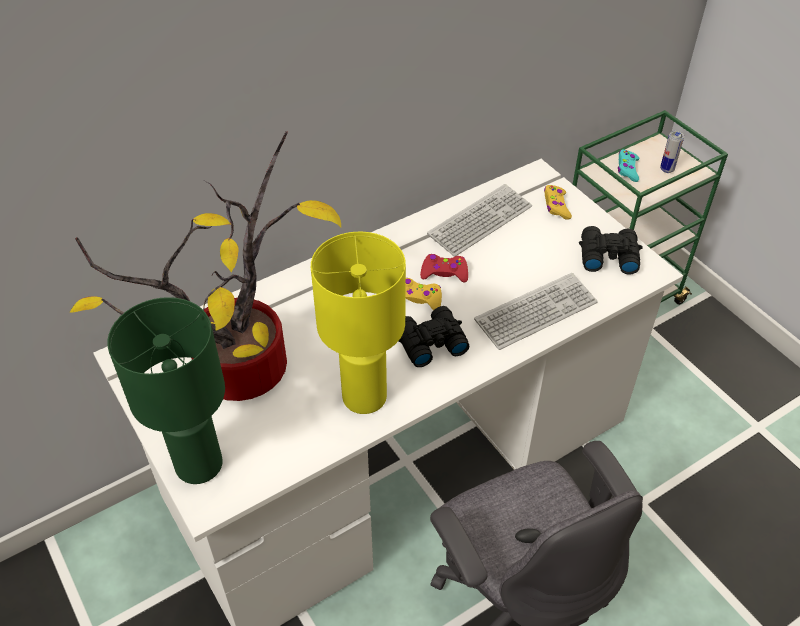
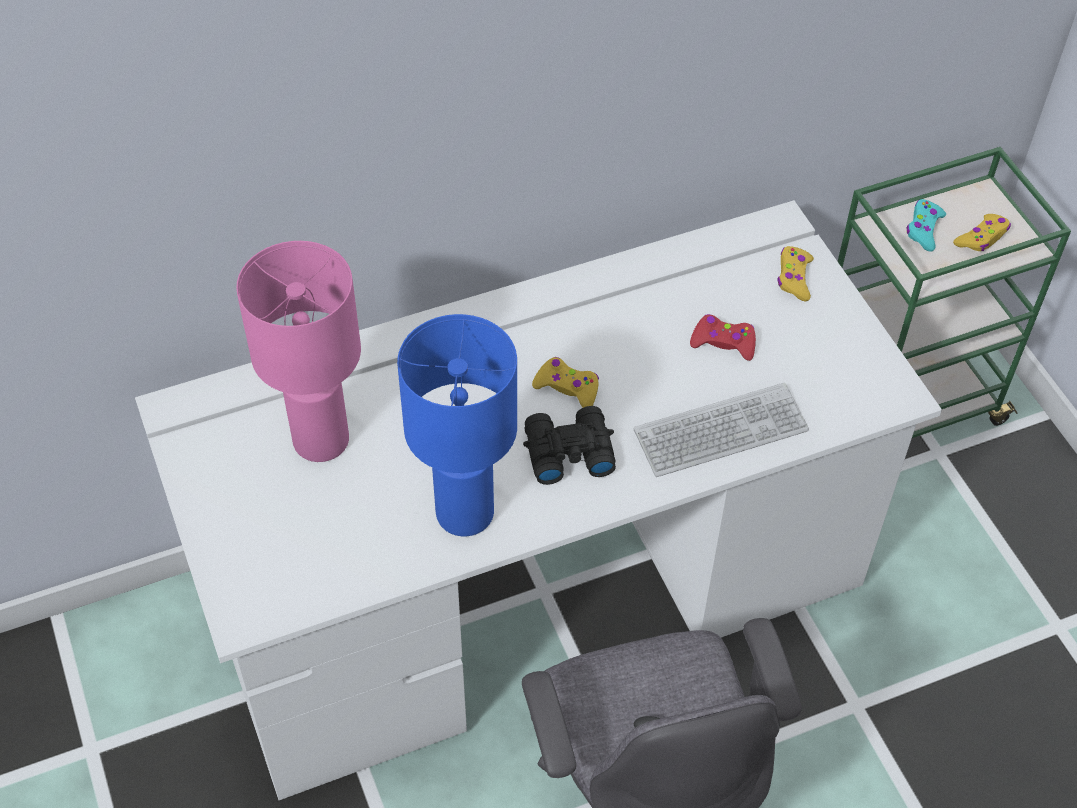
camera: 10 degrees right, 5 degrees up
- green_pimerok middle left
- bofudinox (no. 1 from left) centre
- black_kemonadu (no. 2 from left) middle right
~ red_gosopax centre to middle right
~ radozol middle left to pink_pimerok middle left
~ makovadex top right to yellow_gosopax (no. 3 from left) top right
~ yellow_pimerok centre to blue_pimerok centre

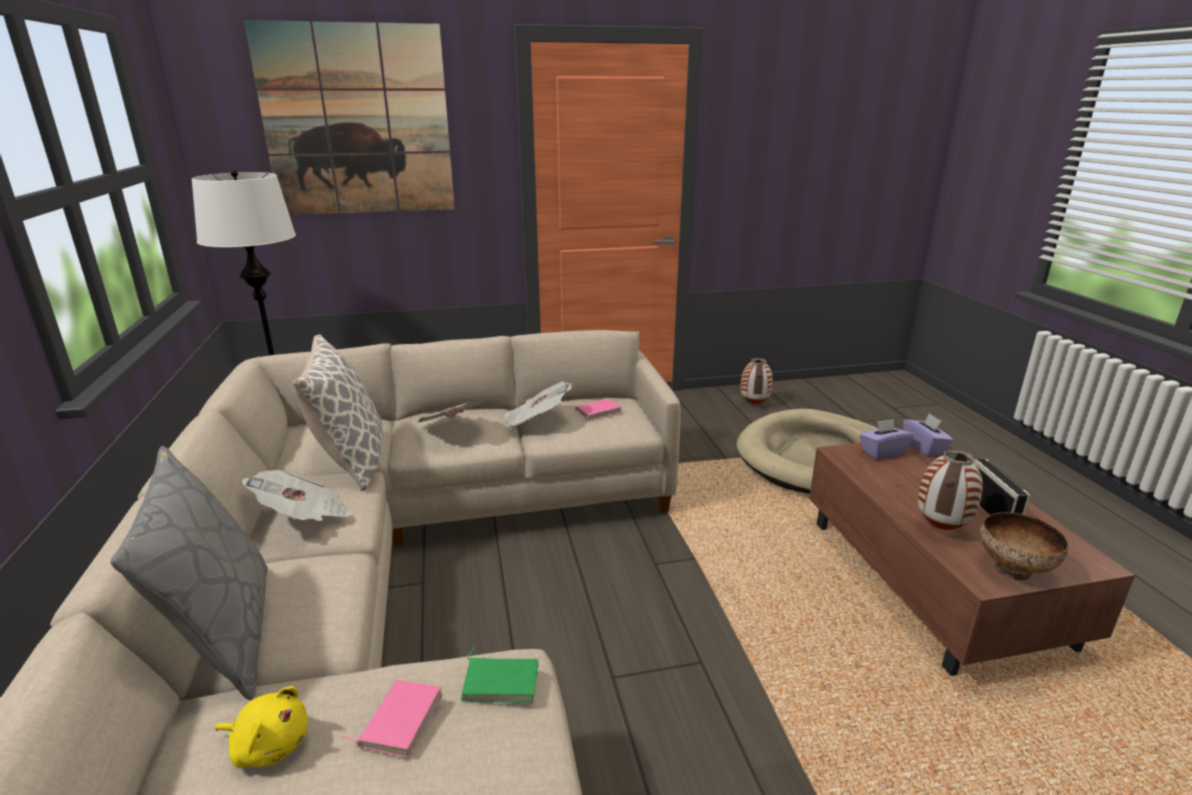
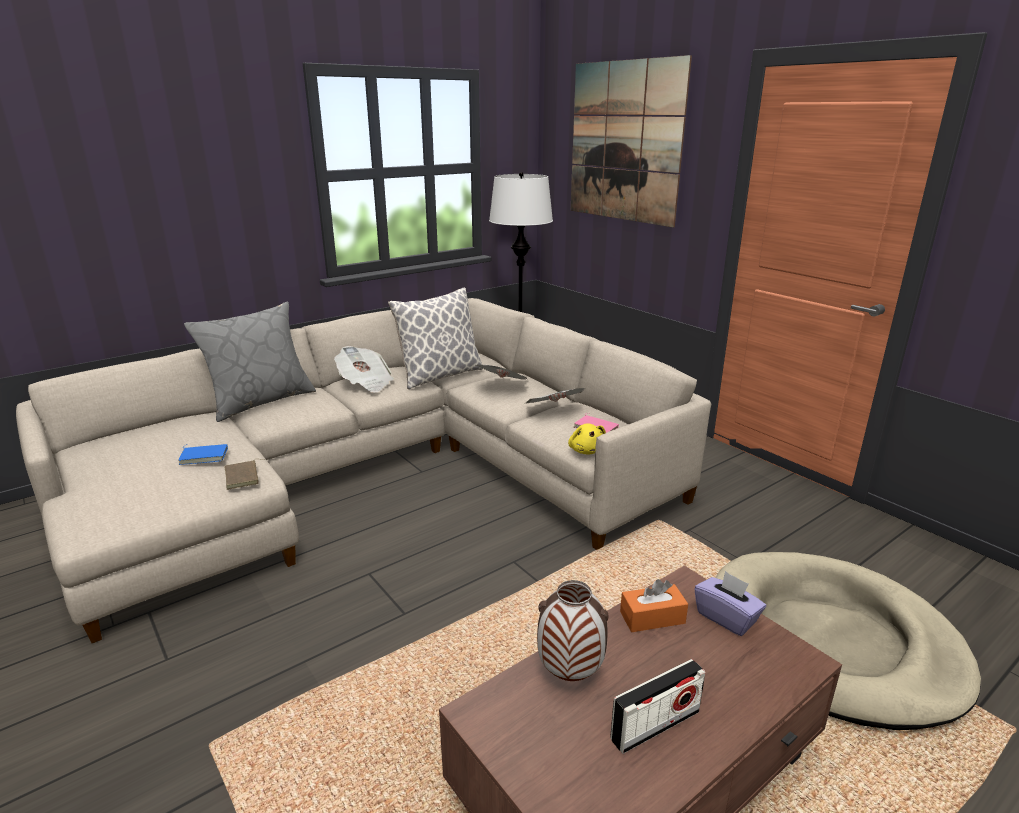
camera: 65 degrees right, 0 degrees up
- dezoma (no. 1 from left) centre
- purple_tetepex (no. 2 from left) middle right
- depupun bottom right
+ orange_tetepex bottom centre
~ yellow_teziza bottom left to centre
~ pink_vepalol (no. 1 from left) bottom left to blue_vepalol middle left
~ green_vepalol bottom centre to brown_vepalol middle left

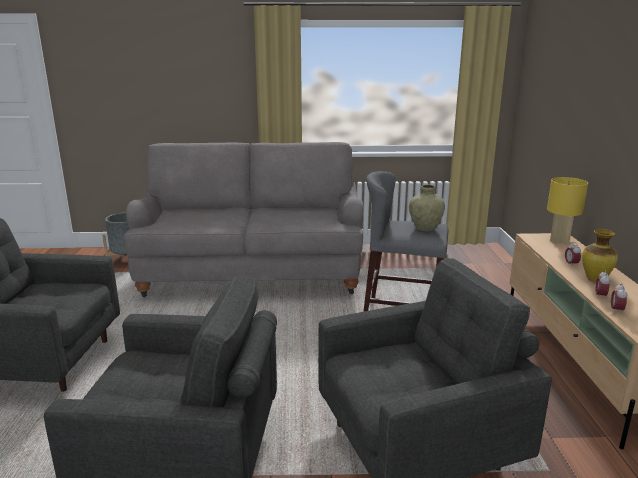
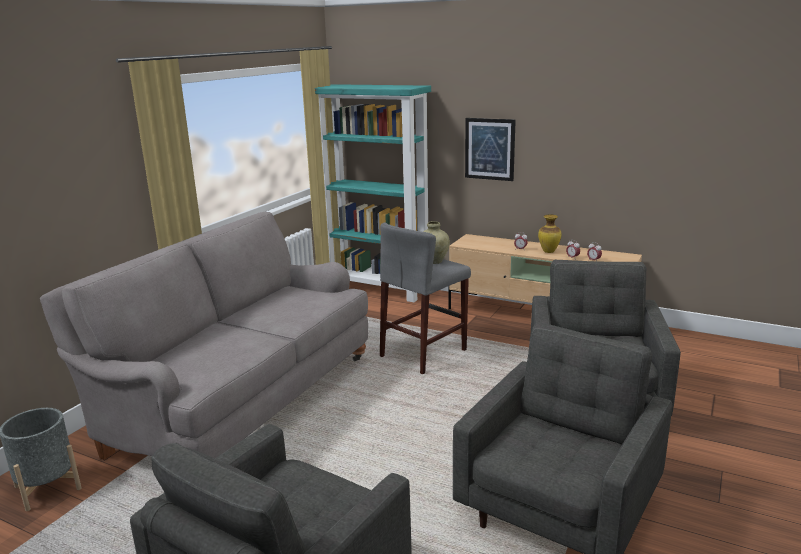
camera: 60 degrees left, 0 degrees up
- yellow_pimerok middle right
+ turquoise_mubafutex centre
+ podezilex top centre

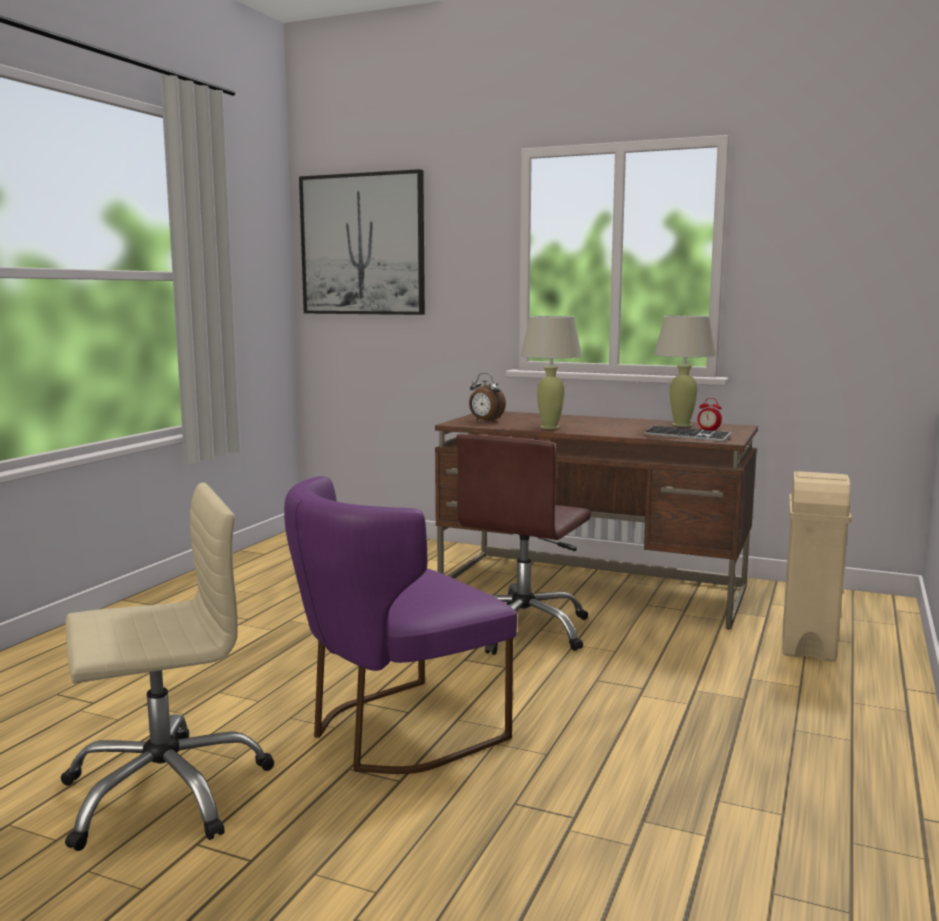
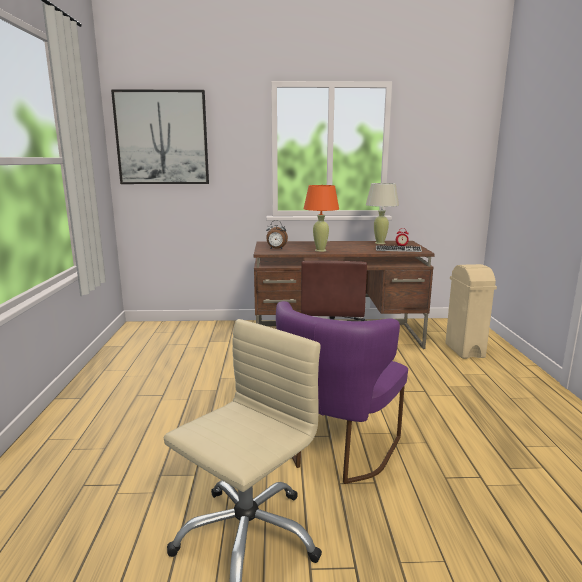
camera: 25 degrees left, 5 degrees up
~ beige_pimerok (no. 1 from left) centre to orange_pimerok centre

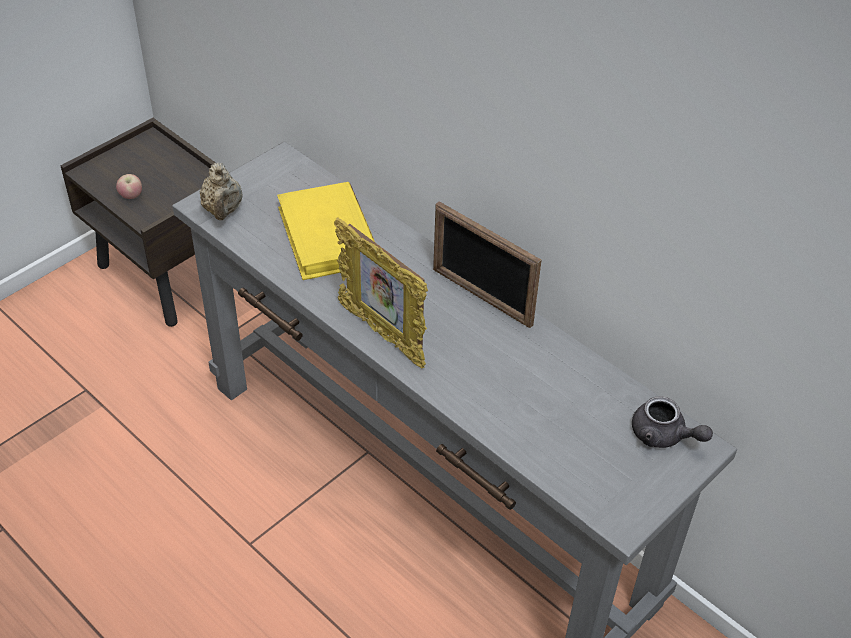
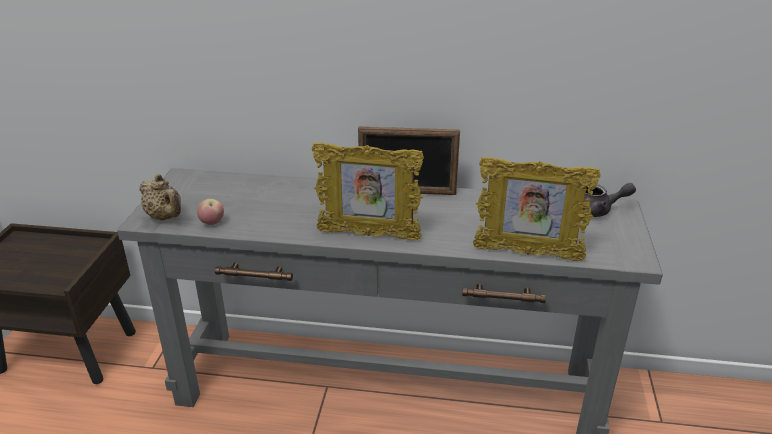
camera: 35 degrees left, 15 degrees down
- yellow_vepalol centre
+ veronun (no. 3 from left) middle right
~ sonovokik top left to middle left

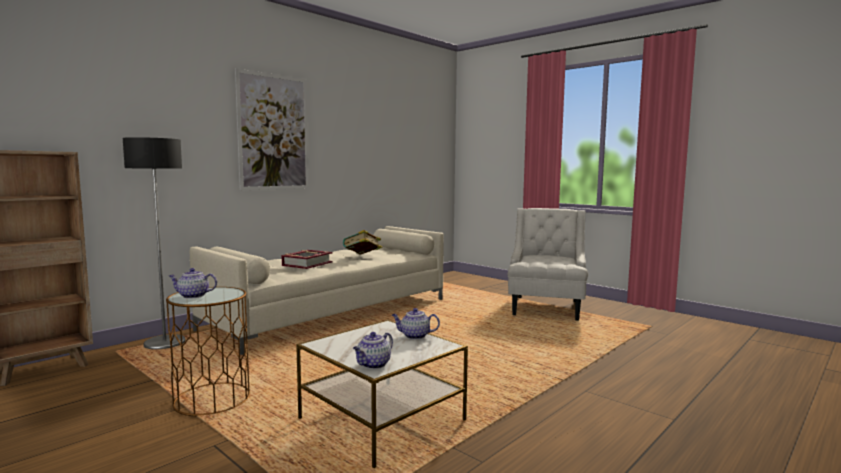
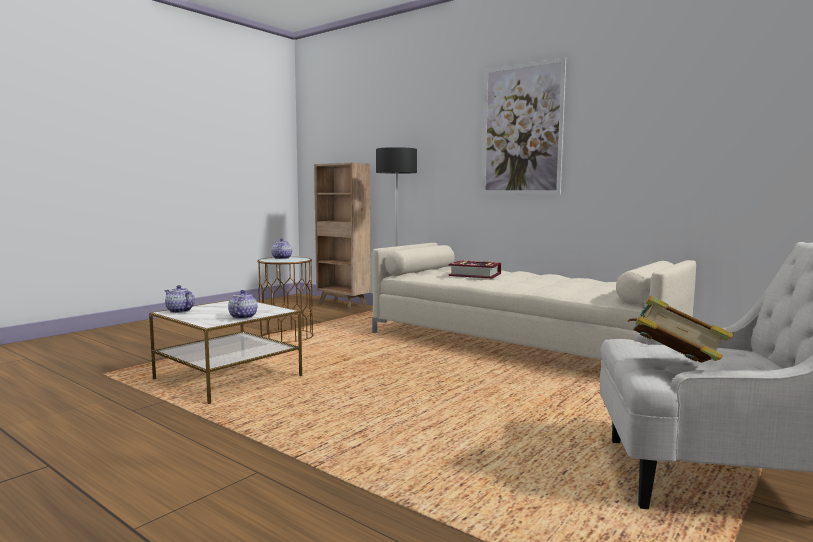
camera: 85 degrees right, 0 degrees up
~ vepalol (no. 2 from left) centre to middle right

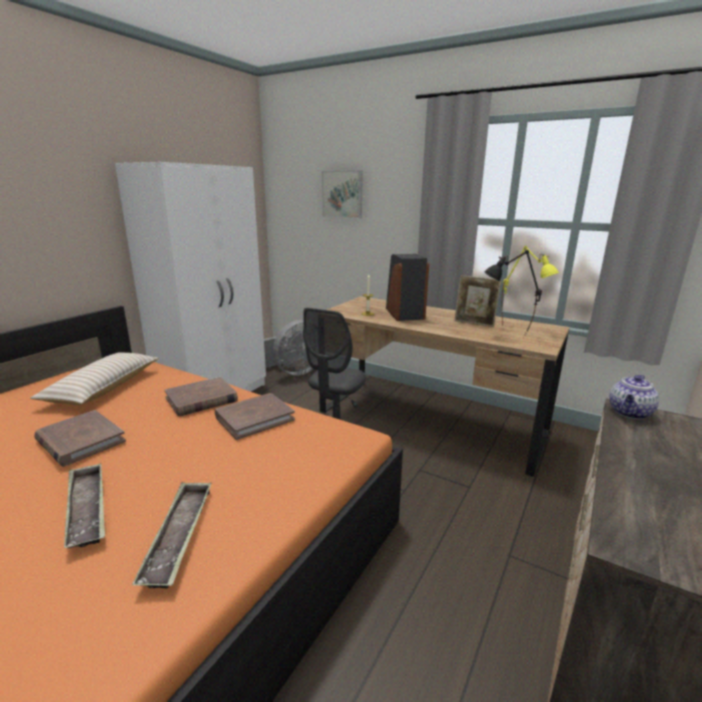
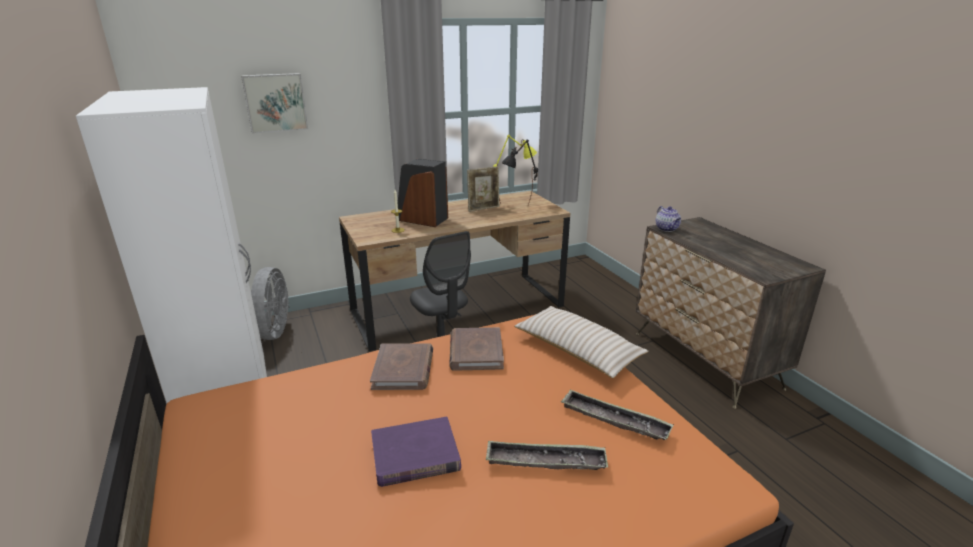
camera: 55 degrees left, 5 degrees up
~ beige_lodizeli middle left to centre
~ brown_vepalol (no. 1 from left) middle left to purple_vepalol bottom centre

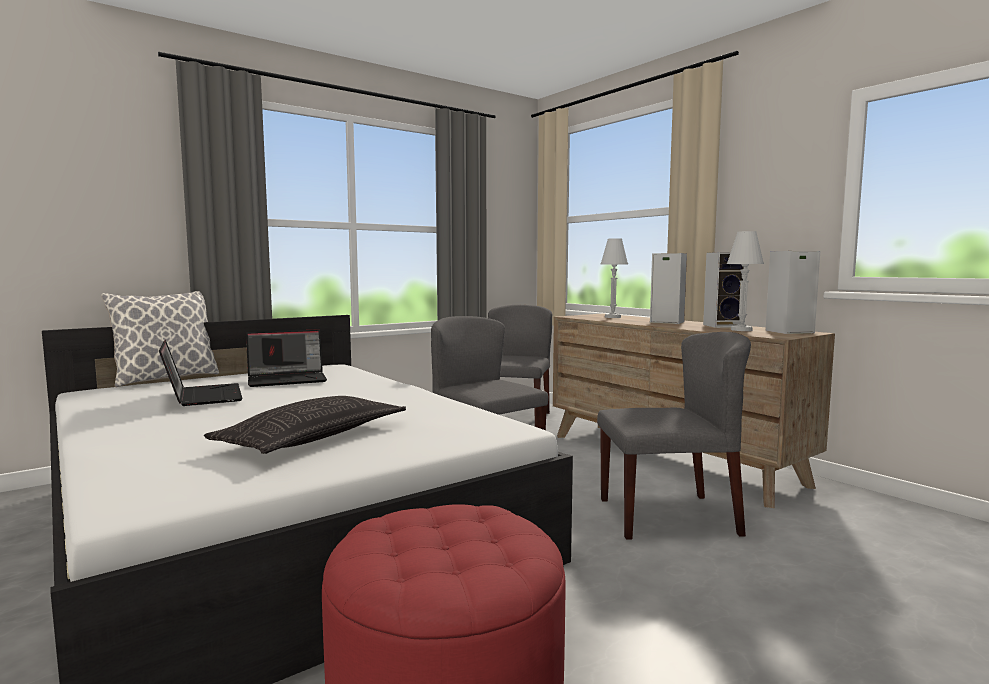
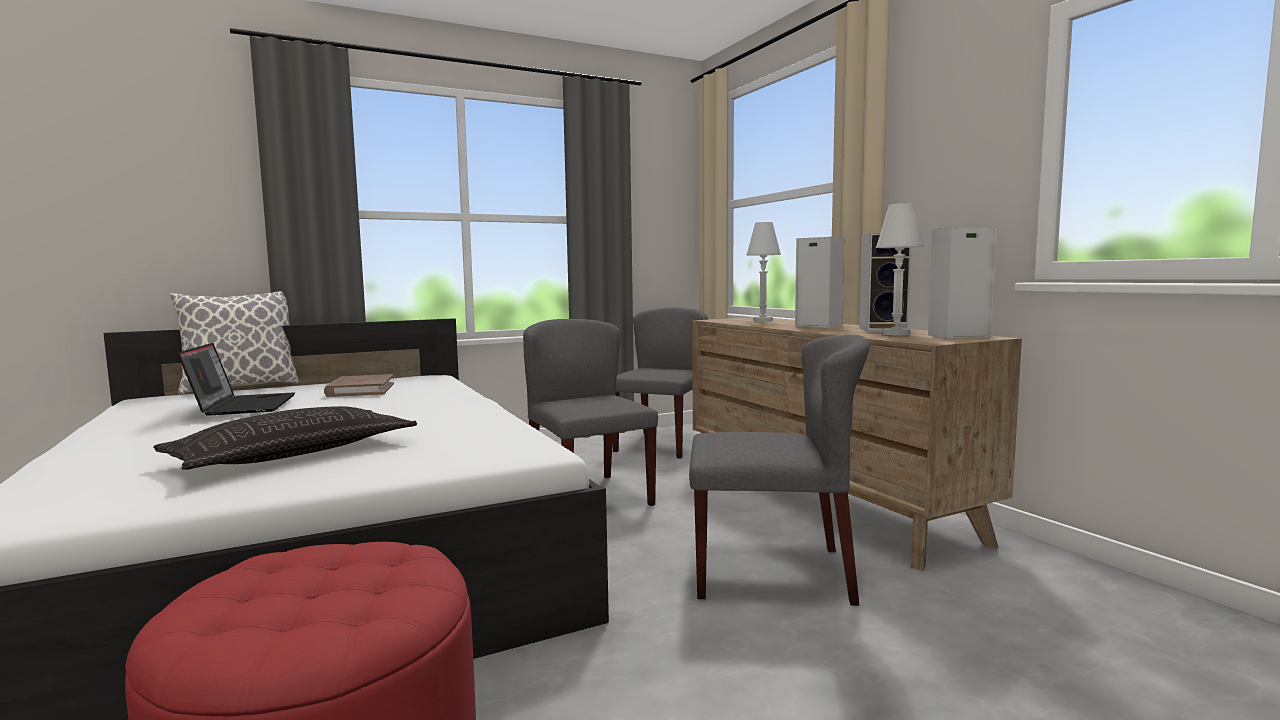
camera: 10 degrees right, 0 degrees up
~ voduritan (no. 2 from left) middle left to brown_vepalol middle left

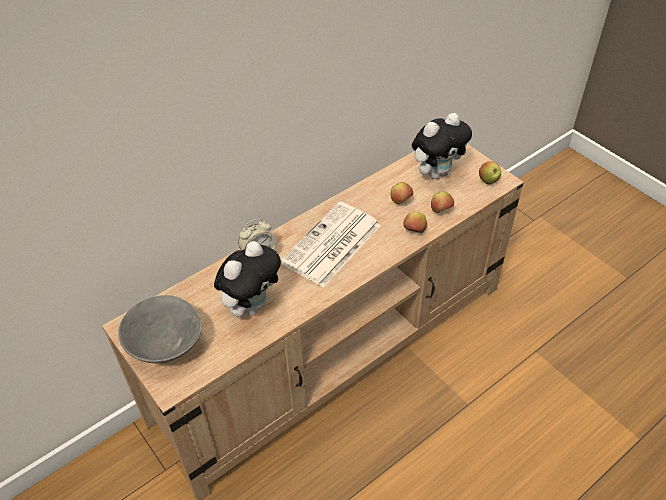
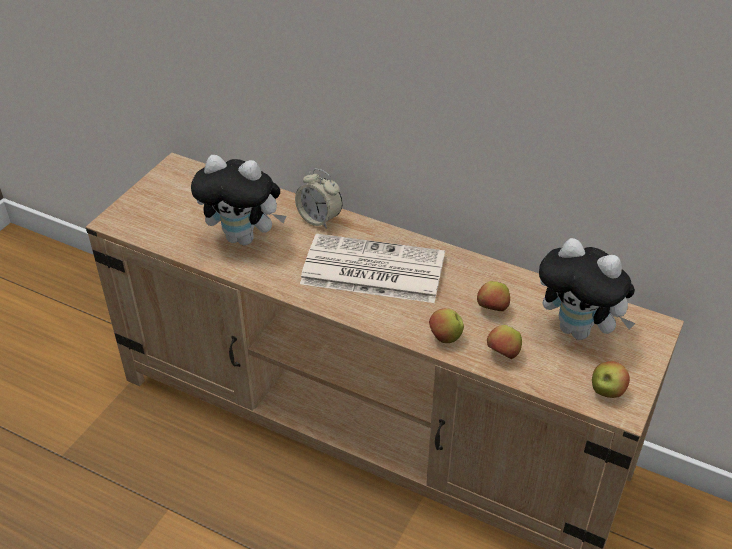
camera: 65 degrees right, 5 degrees down
- grey_depupun middle left

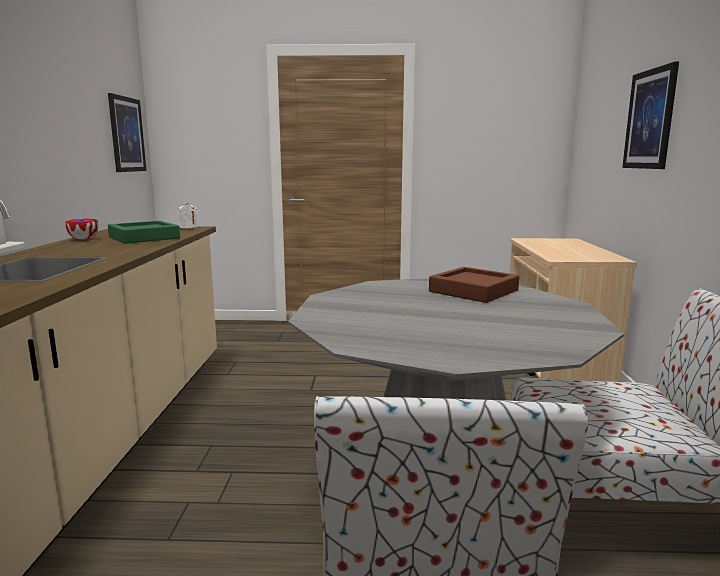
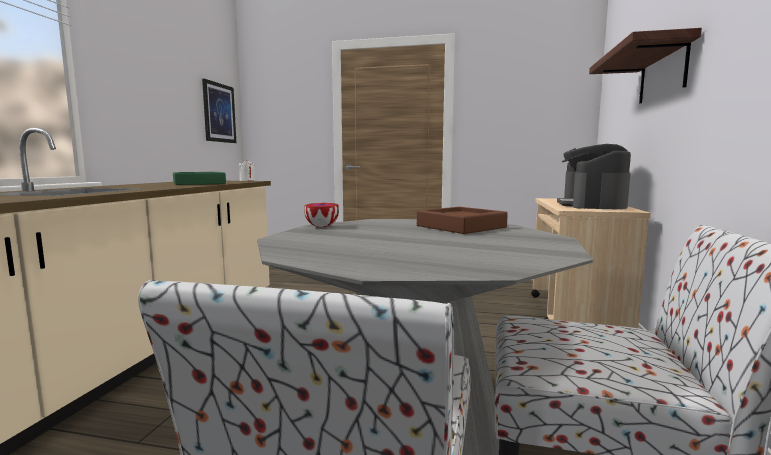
camera: 10 degrees right, 5 degrees down
+ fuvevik middle right
~ depupun middle left to centre
~ podezilex (no. 2 from left) top right to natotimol top right

